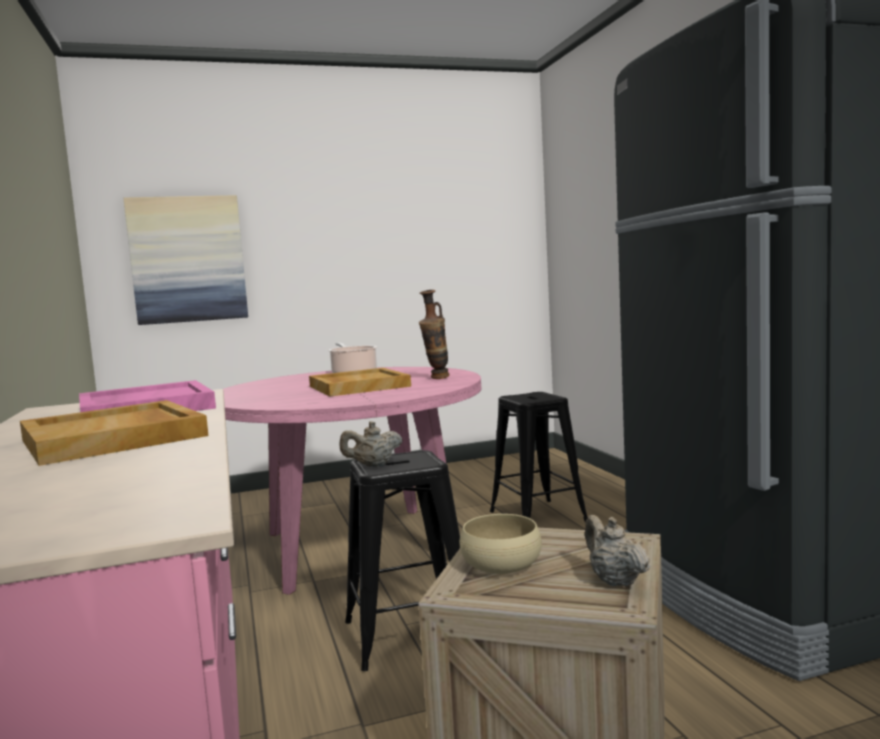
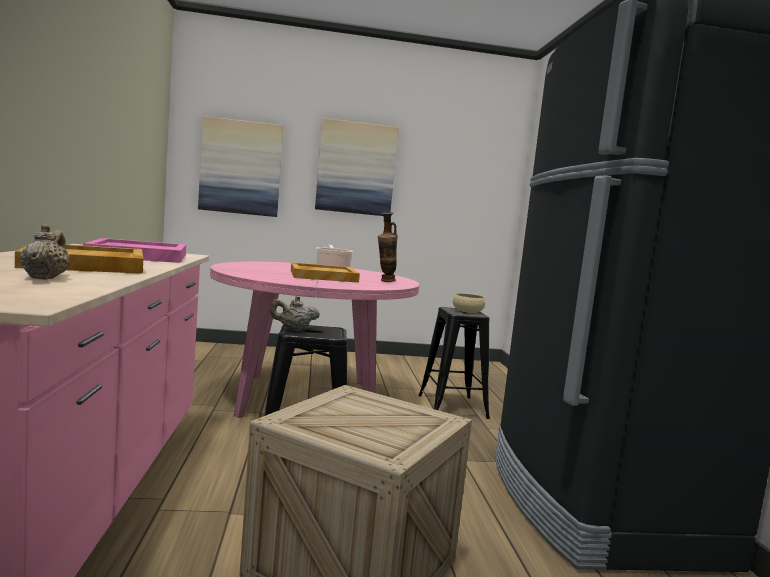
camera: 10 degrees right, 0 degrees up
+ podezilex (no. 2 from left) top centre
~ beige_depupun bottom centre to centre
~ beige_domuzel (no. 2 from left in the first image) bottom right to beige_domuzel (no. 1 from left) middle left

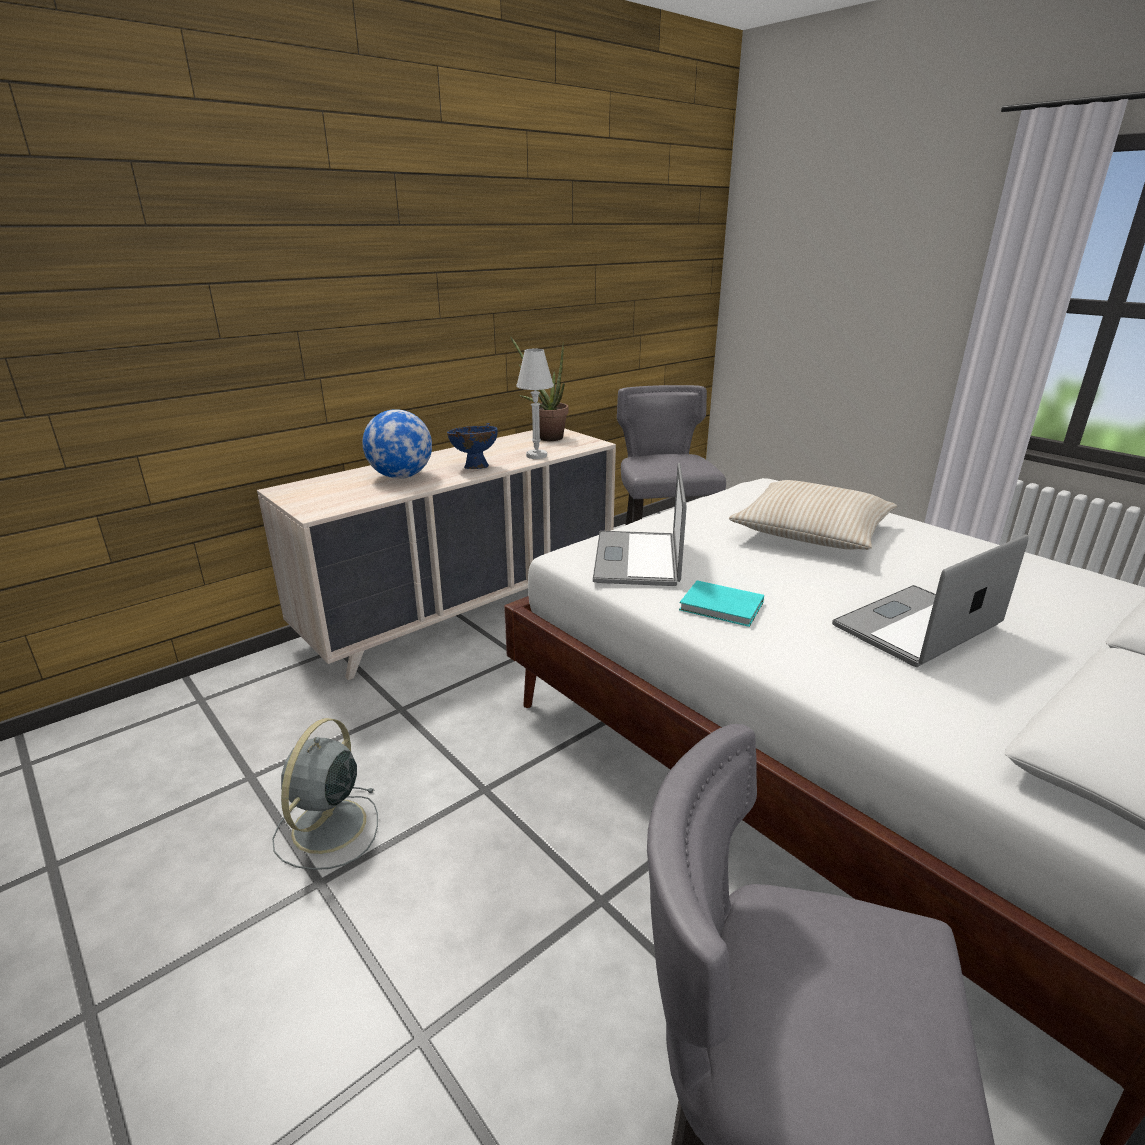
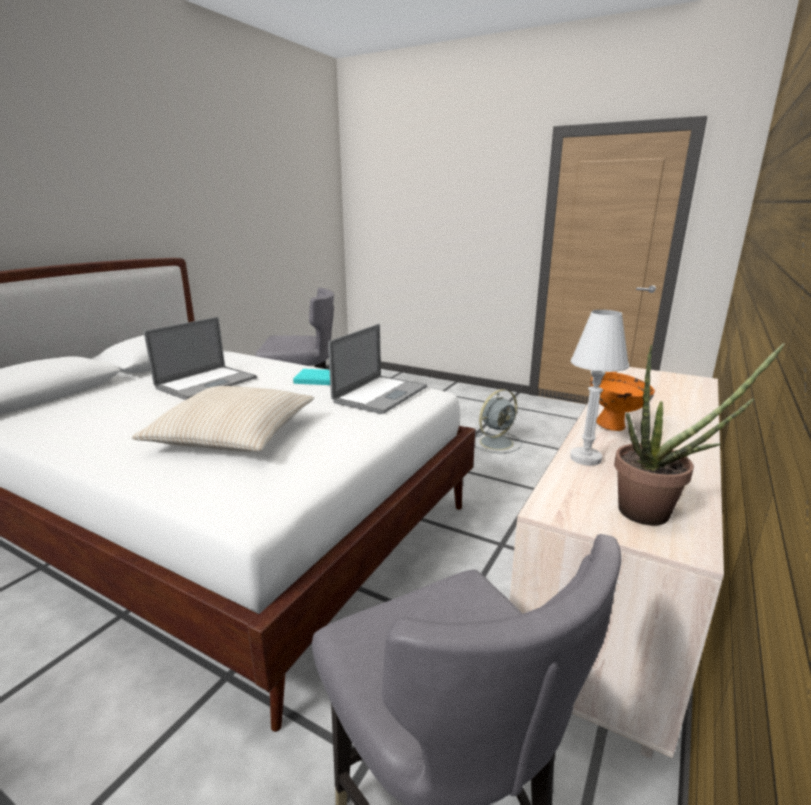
camera: 160 degrees right, 5 degrees down
- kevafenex centre
~ blue_depupun centre to orange_depupun middle right
~ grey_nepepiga bottom left = centre 60 degrees clockwise
~ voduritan (no. 1 from left in the first image) centre = centre 45 degrees clockwise

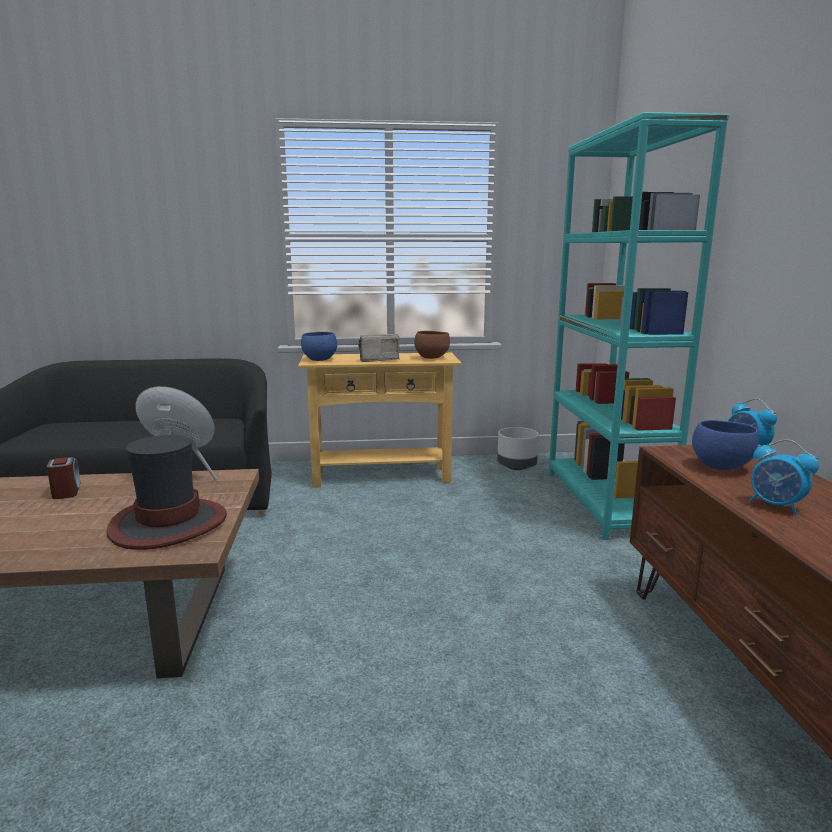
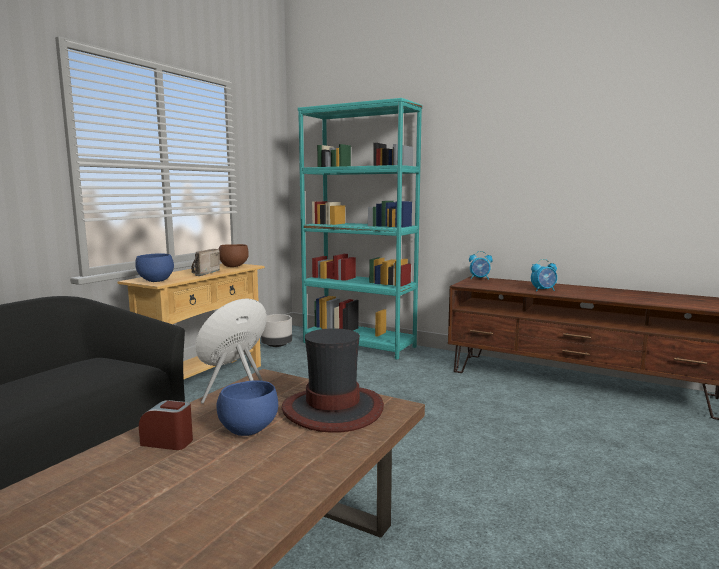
camera: 55 degrees left, 5 degrees down
~ blue_depupun (no. 2 from left) middle right to bottom centre

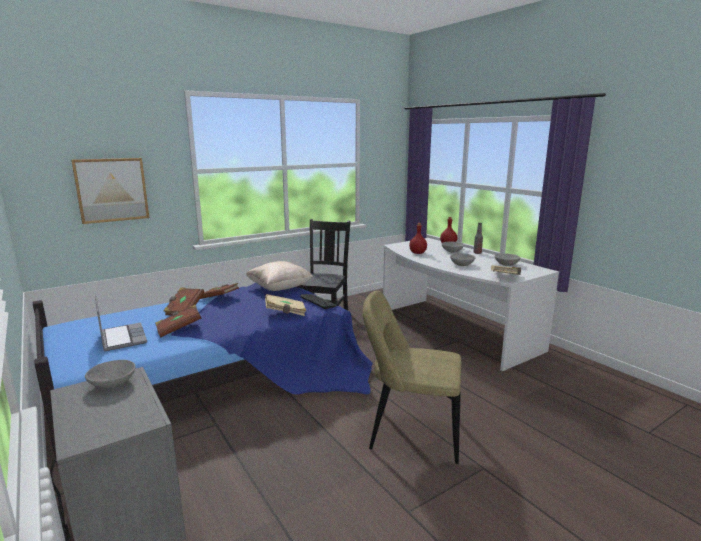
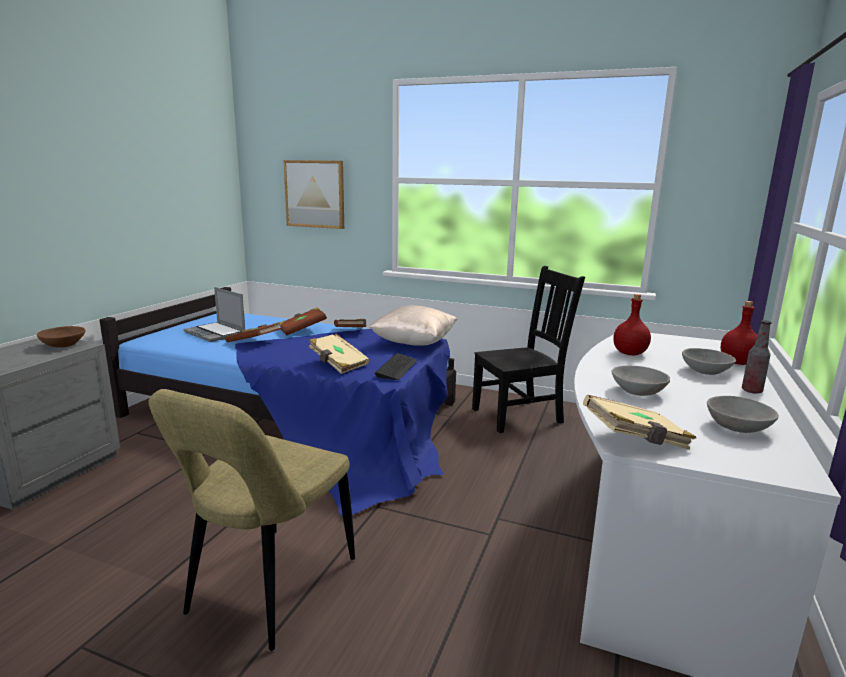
camera: 55 degrees right, 0 degrees up
~ grey_depupun (no. 1 from left) bottom left to brown_depupun middle left
~ voduritan middle left = middle left 105 degrees clockwise
~ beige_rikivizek bottom centre = bottom left 135 degrees counterclockwise

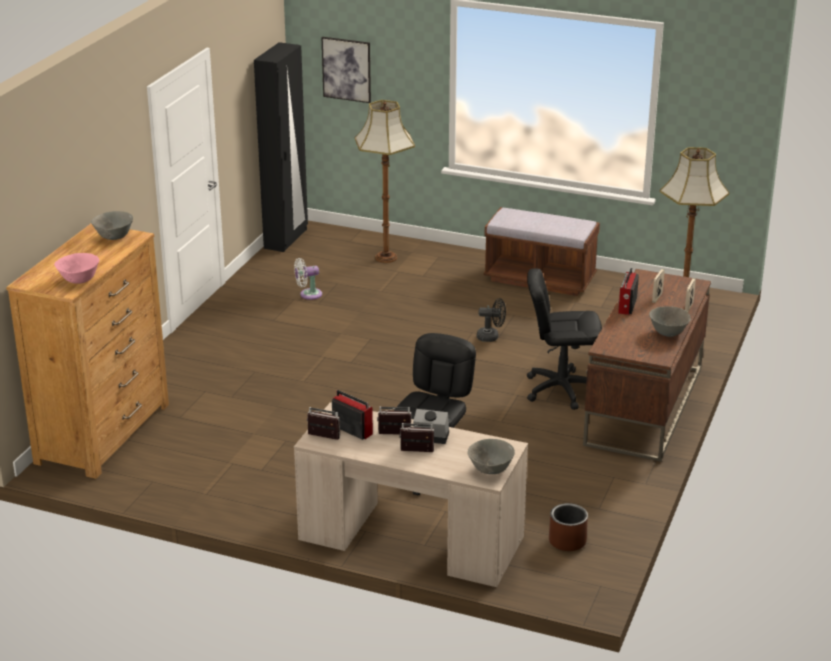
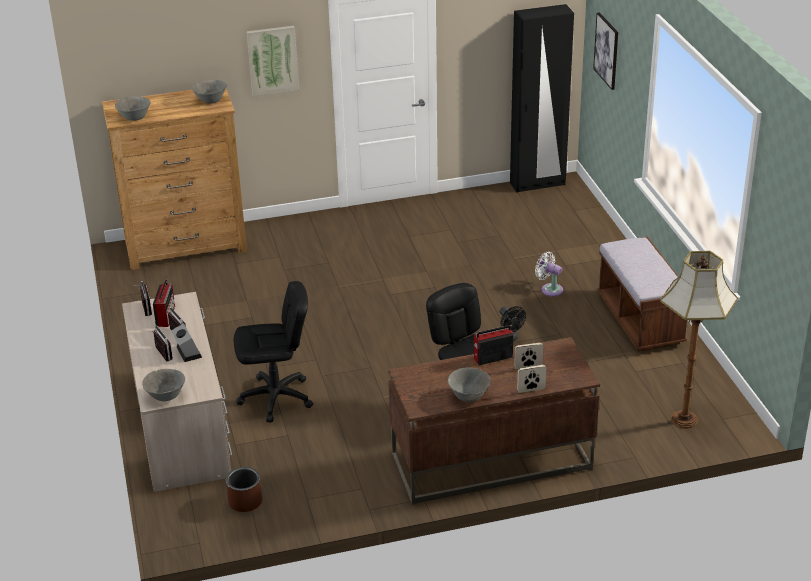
camera: 55 degrees right, 5 degrees up
- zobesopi (no. 1 from left) top centre
+ podezilex (no. 1 from left) top centre
~ white_nepepiga centre to middle right
~ pink_depupun middle left to grey_depupun (no. 1 from left) top left

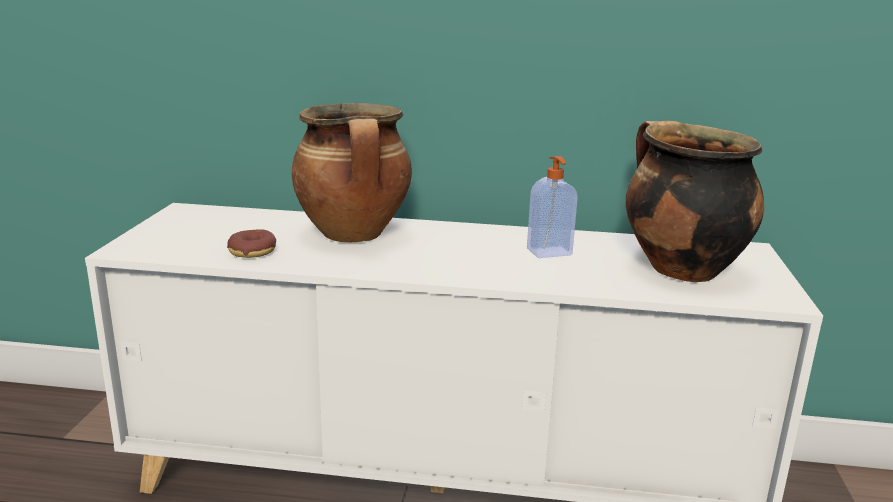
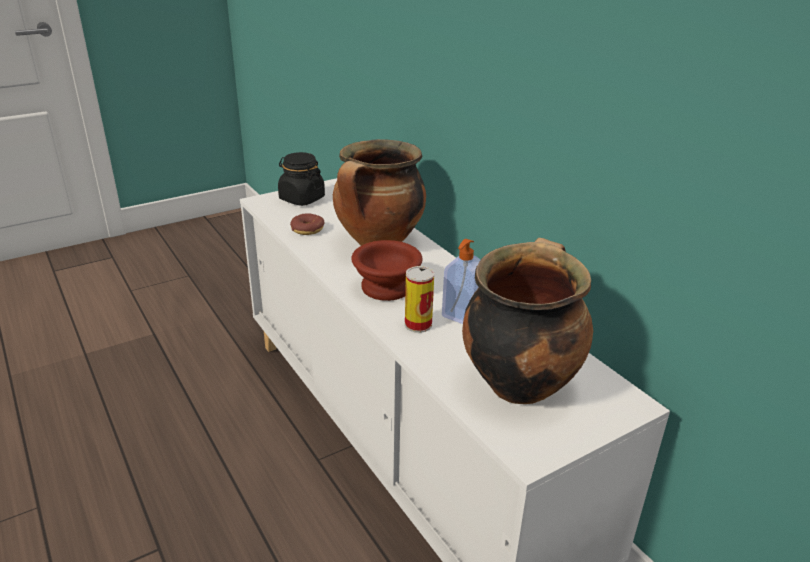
camera: 50 degrees right, 10 degrees up
+ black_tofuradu top centre
+ brown_depupun centre
+ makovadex centre

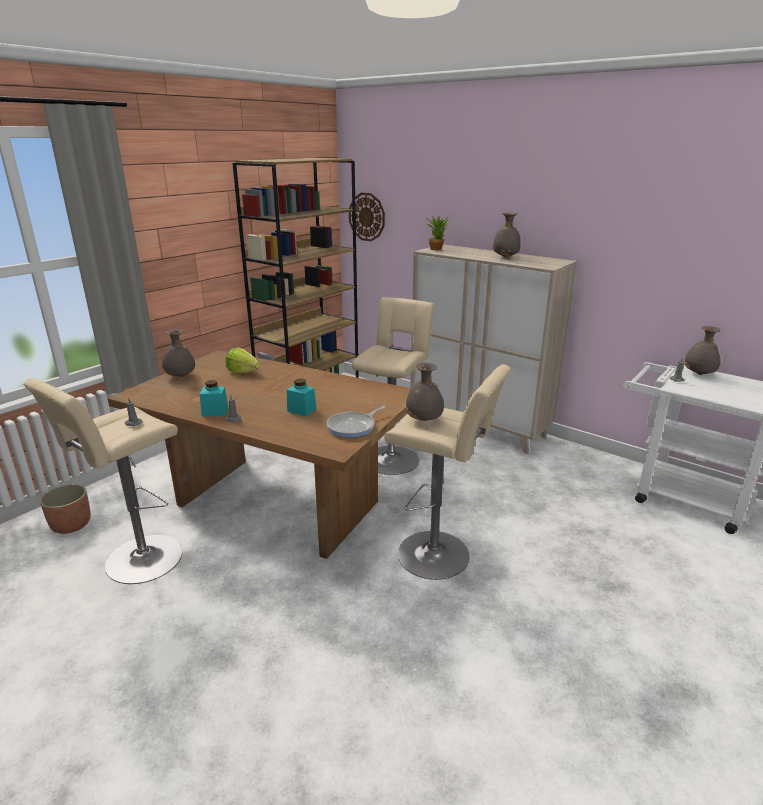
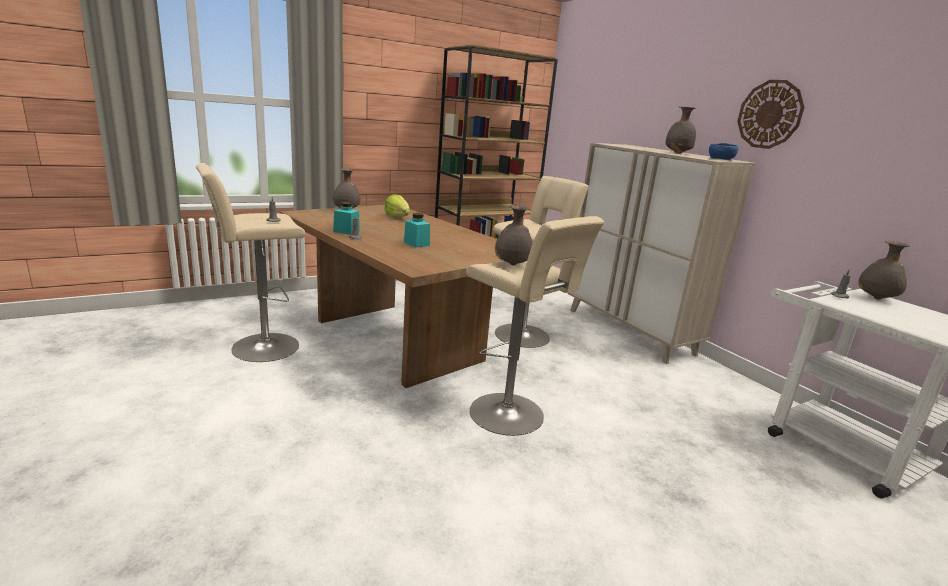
camera: 20 degrees right, 5 degrees down
- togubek middle left
- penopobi centre
- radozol top centre
+ blue_depupun top right
~ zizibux top centre to top right

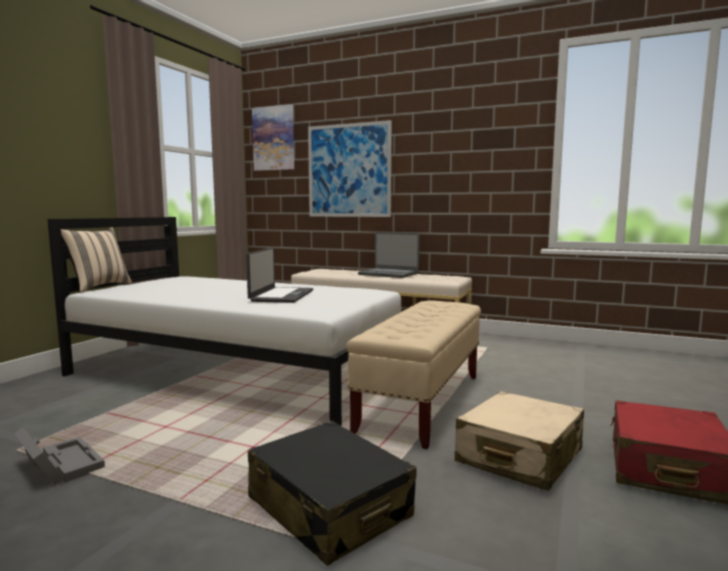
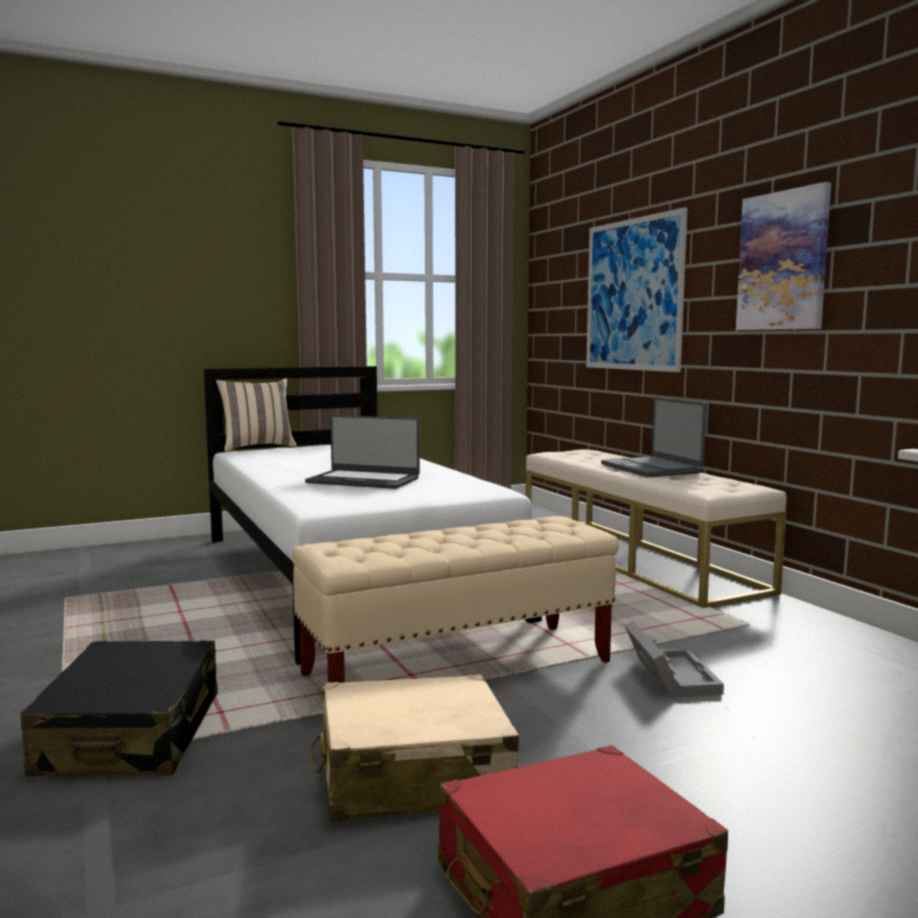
camera: 40 degrees right, 0 degrees up
~ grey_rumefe bottom left to bottom right
~ podezilex (no. 1 from left in the first image) top centre to podezilex (no. 2 from left) top right
~ voduritan (no. 1 from left) centre = centre 60 degrees clockwise

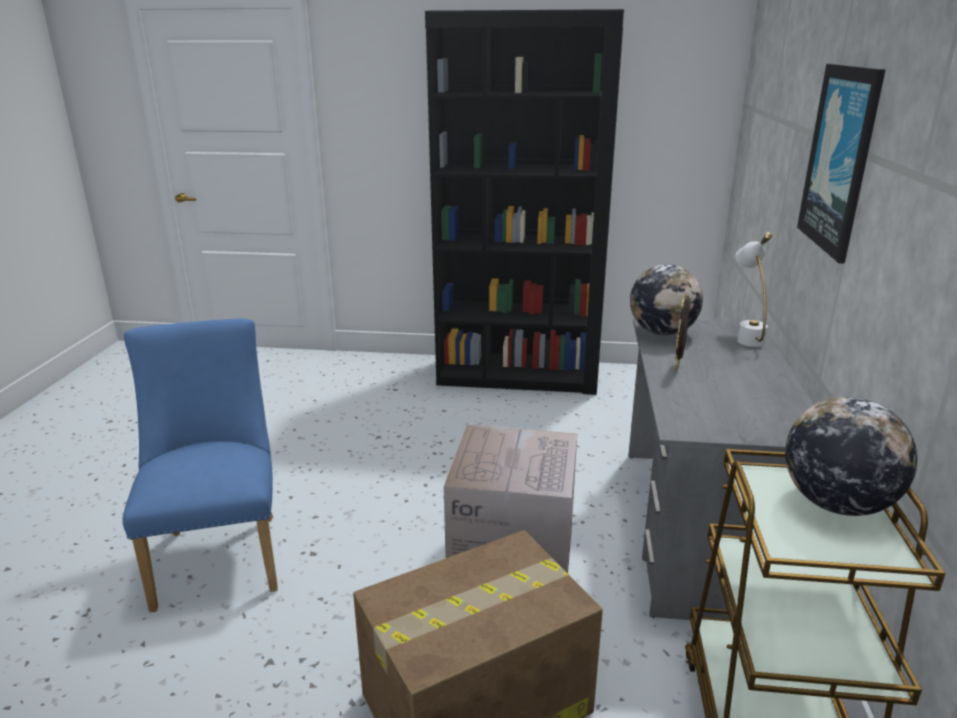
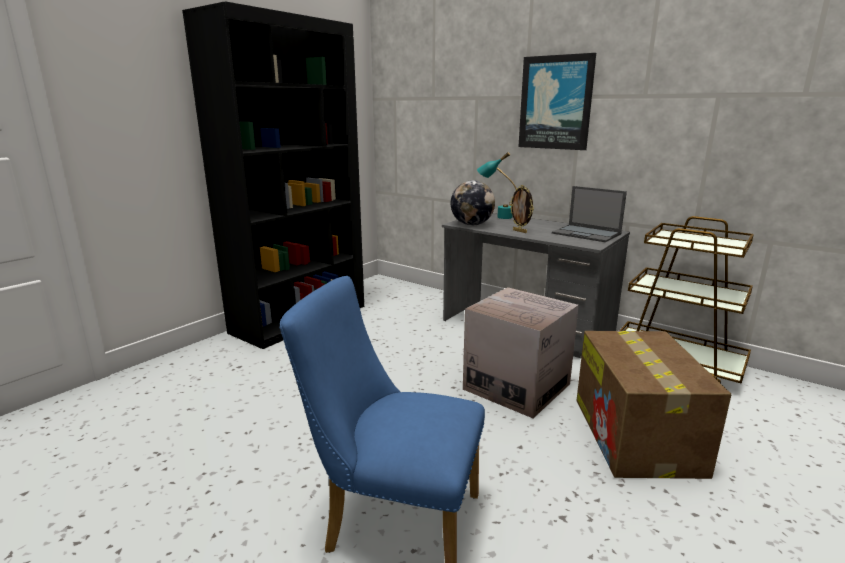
camera: 60 degrees left, 5 degrees down
- kevafenex (no. 2 from left) middle right
+ voduritan middle right
~ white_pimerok middle right to turquoise_pimerok top centre

